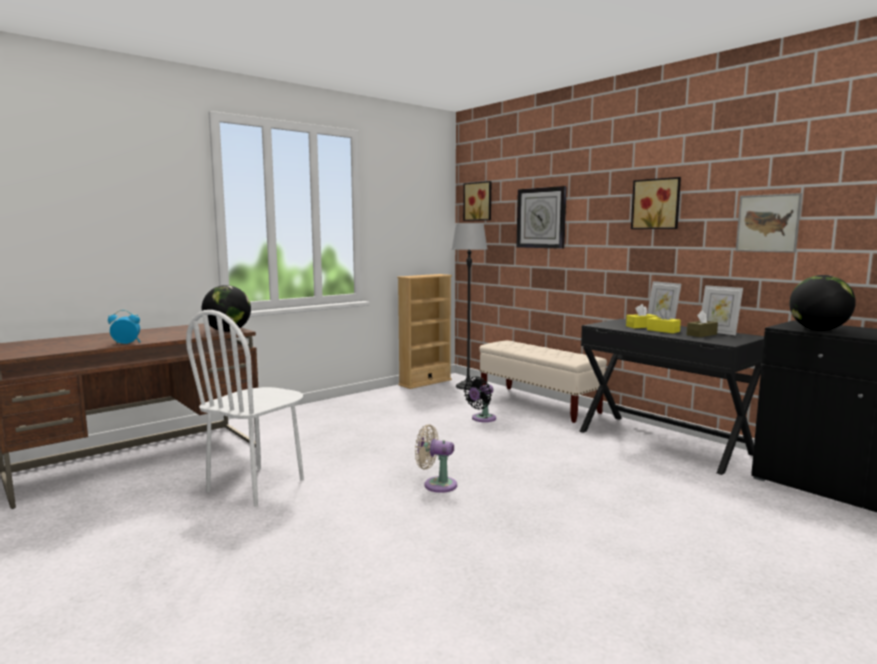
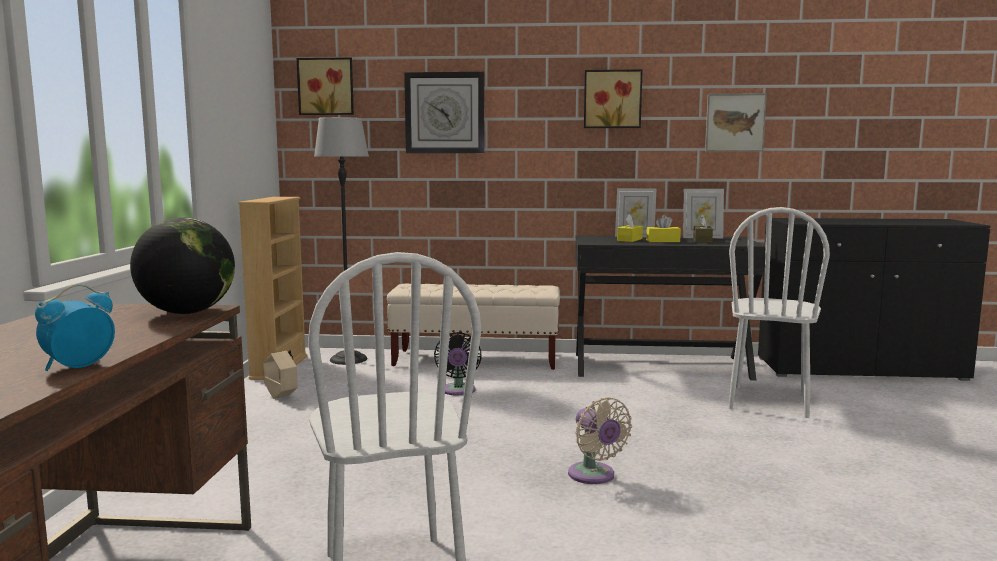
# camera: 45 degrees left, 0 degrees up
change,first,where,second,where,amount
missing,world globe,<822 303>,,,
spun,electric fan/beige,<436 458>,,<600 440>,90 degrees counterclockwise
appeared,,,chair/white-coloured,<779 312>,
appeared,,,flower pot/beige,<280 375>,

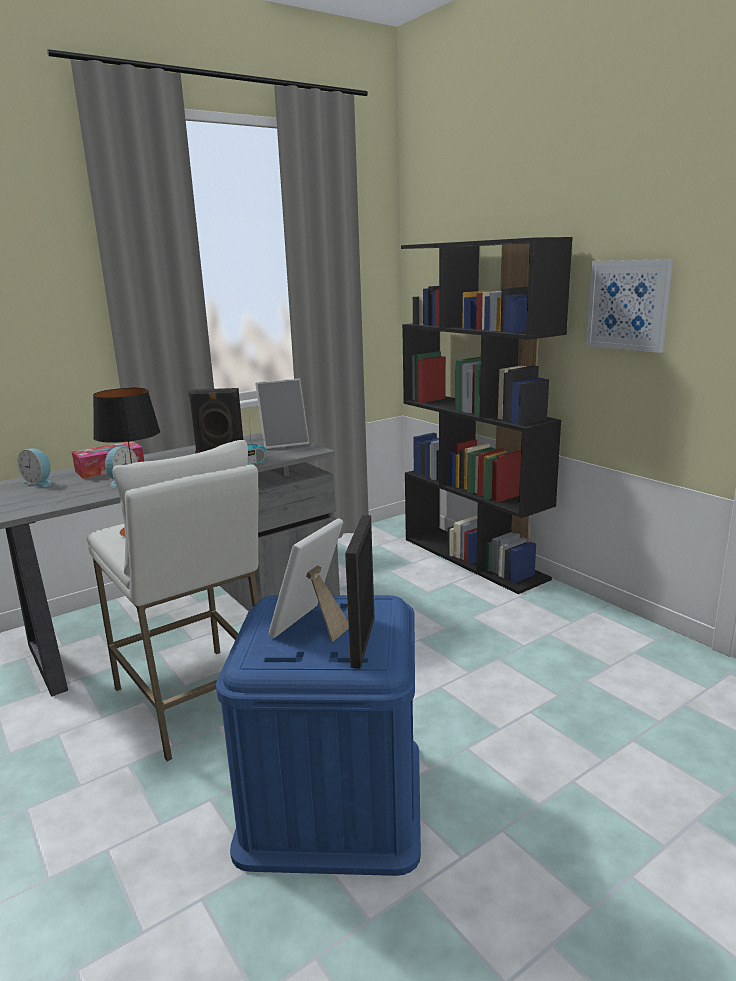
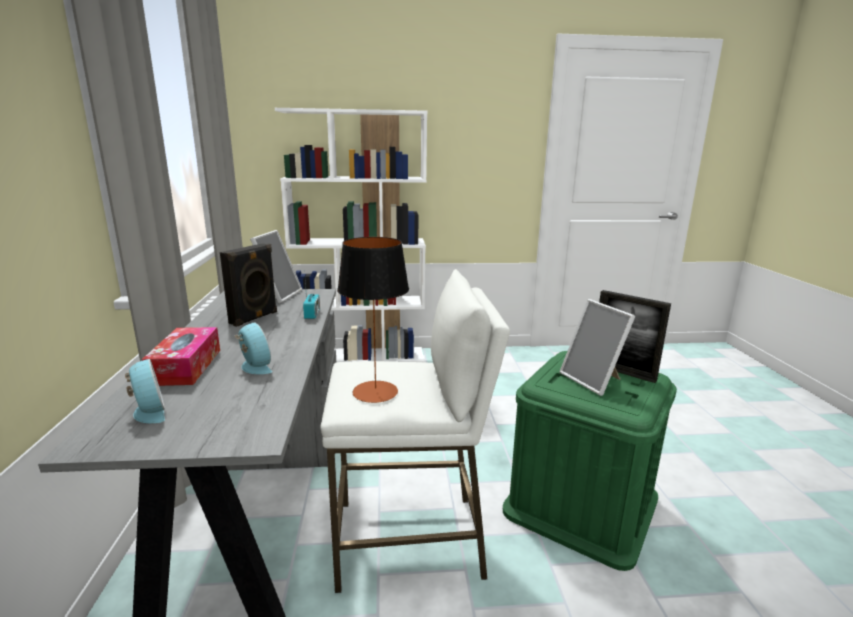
# camera: 60 degrees left, 0 degrees up
change,first,where,second,where,amount
colour,shelving unit/blackish,<487 415>,shelving unit/white-coloured,<351 235>,
missing,wall picture,<629 306>,,,
spun,table clock,<34 468>,,<145 391>,90 degrees counterclockwise
colour,storage box/blue-coloured,<318 735>,storage box/green-coloured,<590 461>,

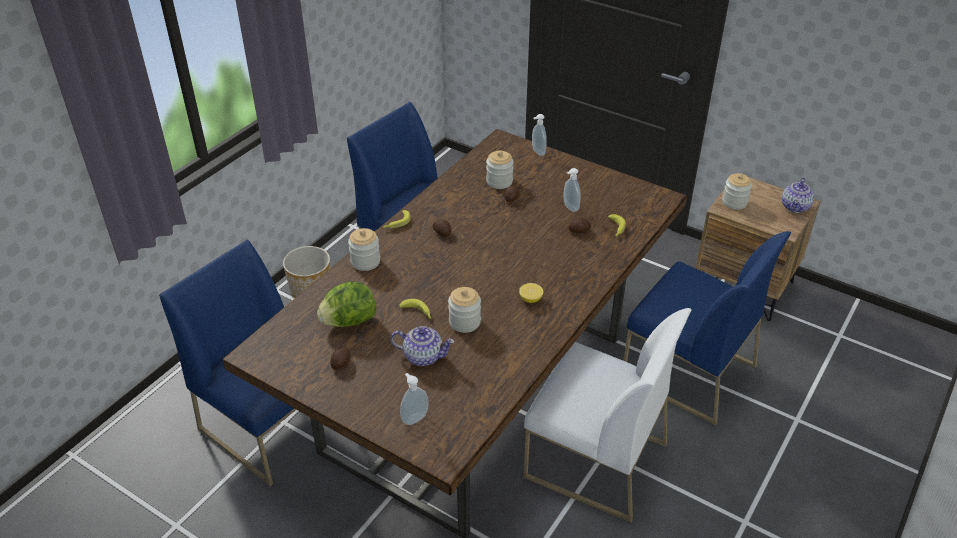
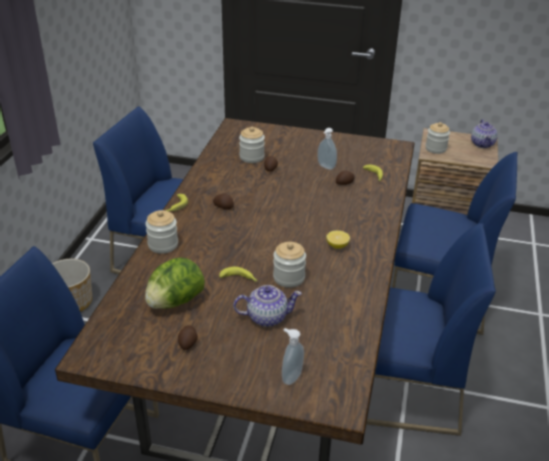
# camera: 20 degrees left, 5 degrees down
change,first,where,second,where,amount
missing,soap bottle,<539 135>,,,
colour,chair/white-coloured,<607 415>,chair/blue-coloured,<431 329>,

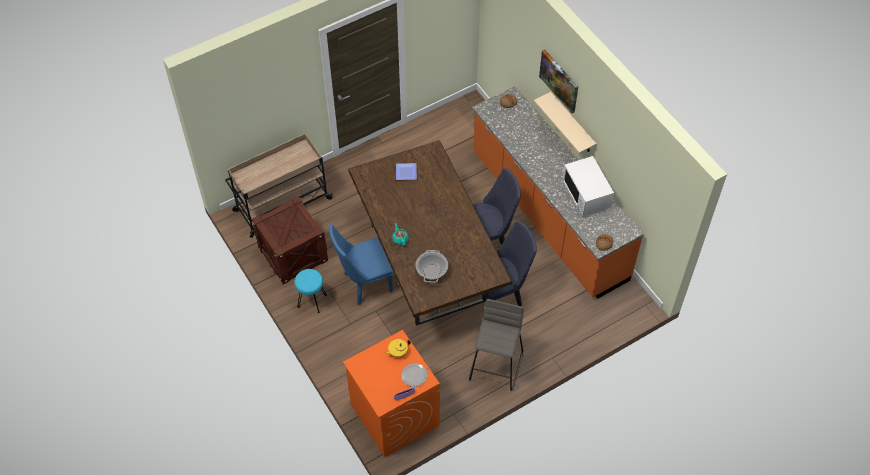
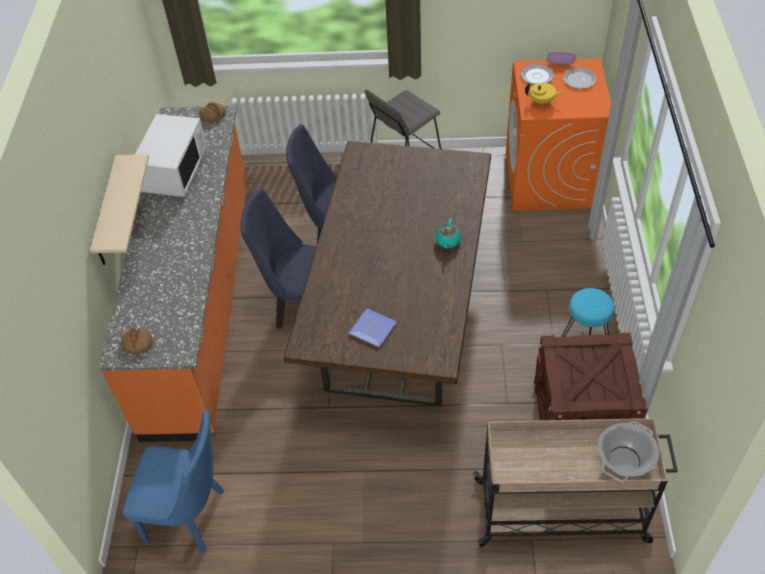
# camera: 145 degrees left, 5 degrees down
change,first,where,second,where,amount
missing,wall picture,<558 81>,,,
relocated,chair/blue-coloured,<361 264>,,<173 481>,
relocated,cooking pot,<431 266>,,<628 451>,
appeared,,,flat dish,<580 78>,

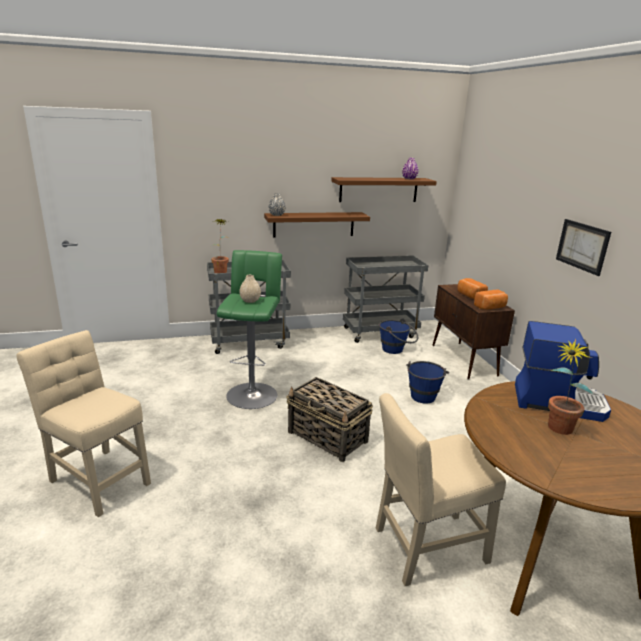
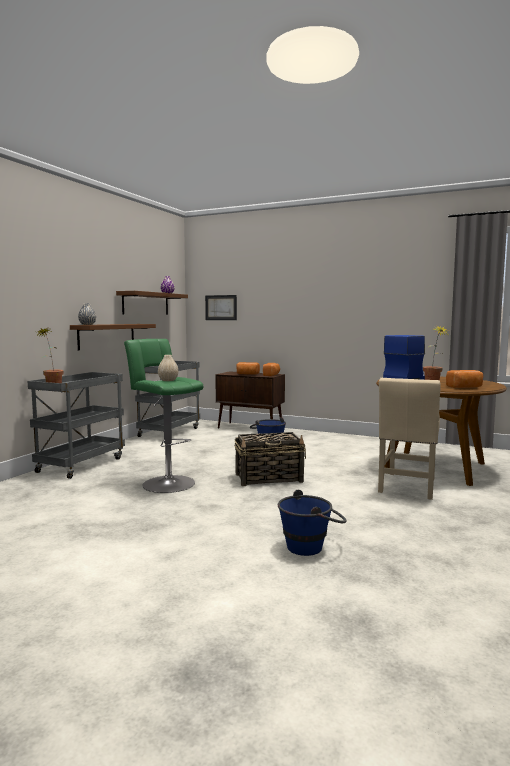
# camera: 50 degrees left, 15 degrees down
change,first,where,second,where,amount
relocated,wall picture,<583 247>,,<221 307>,
relocated,water bucket/blue-coloured,<398 336>,,<312 523>,
missing,chair/beige,<84 423>,,,
appeared,,,bread,<464 379>,

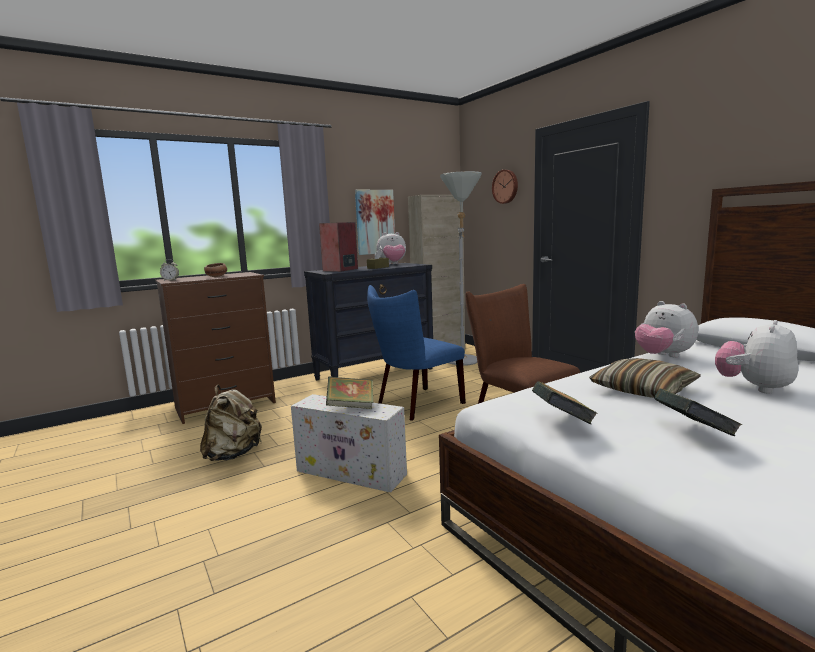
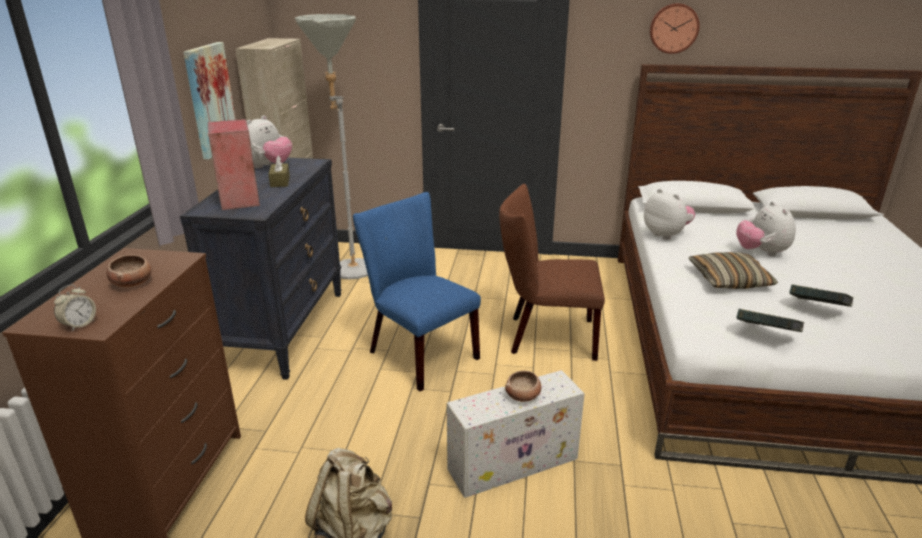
# camera: 50 degrees left, 15 degrees up
change,first,where,second,where,amount
relocated,hanging clock,<505 187>,,<675 28>,
spun,chair/blue-coloured,<416 352>,,<417 292>,135 degrees clockwise
spun,soft toy,<666 329>,,<669 214>,135 degrees counterclockwise
exchanged,volume,<349 392>,serving bowl,<523 386>,

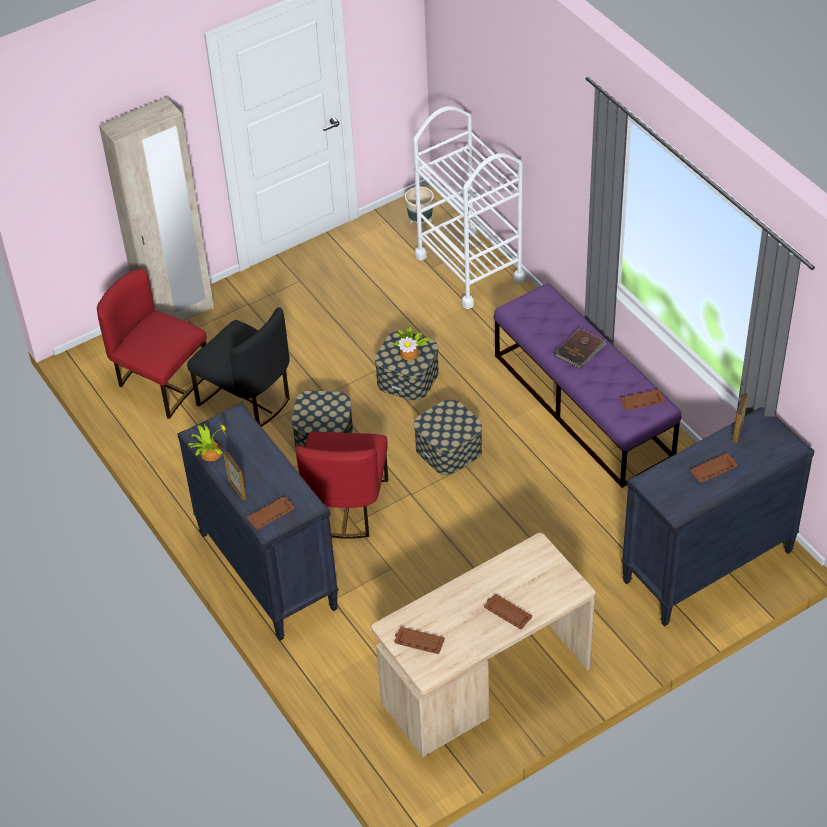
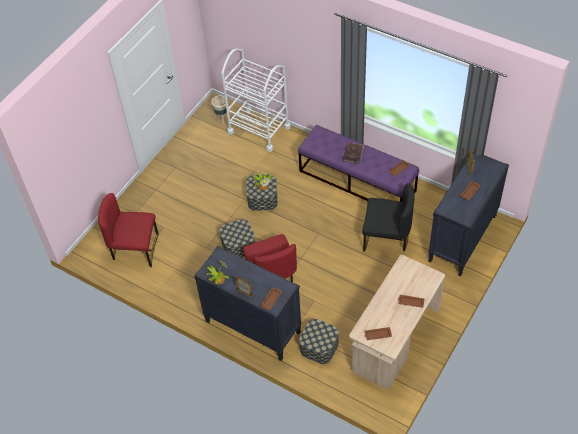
# camera: 25 degrees left, 5 degrees up
change,first,where,second,where,amount
missing,clothes cupboard/beige,<156 209>,,,
relocated,chair/blackish,<238 367>,,<388 217>,
relocated,storage box,<448 437>,,<319 341>,

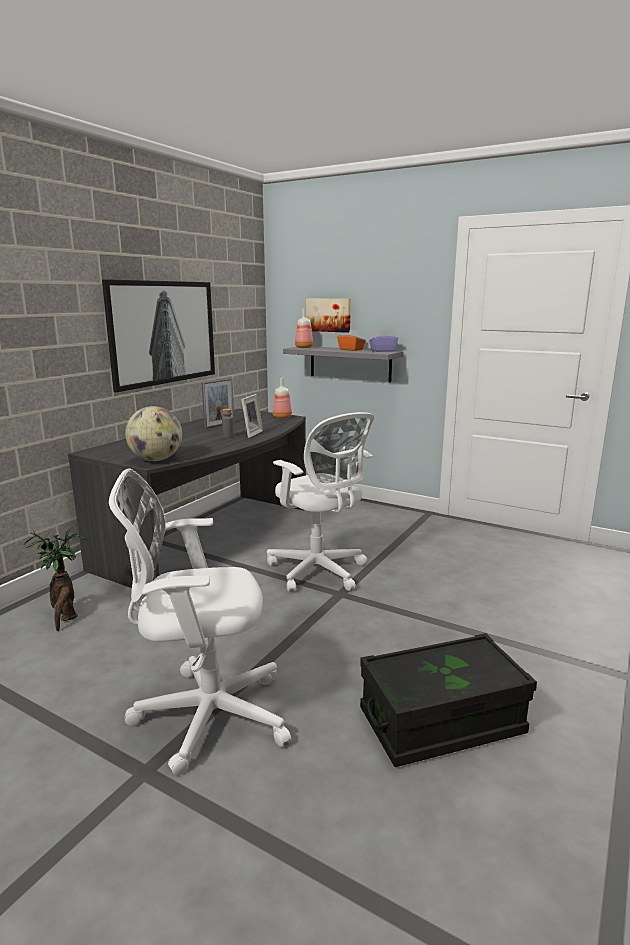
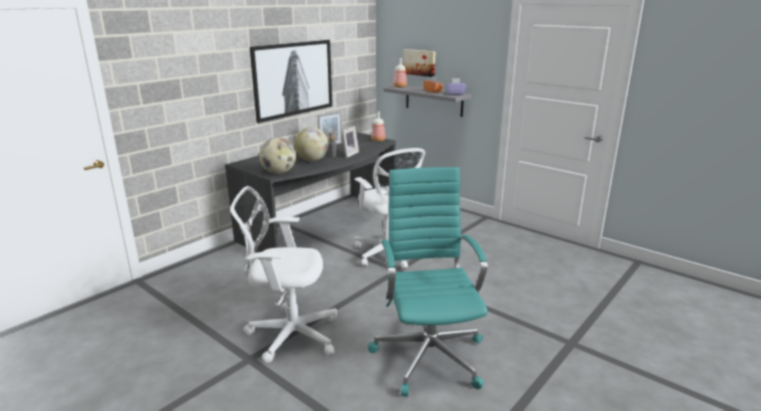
# camera: 10 degrees right, 5 degrees up
change,first,where,second,where,amount
missing,plant in a pot,<55 580>,,,
exchanged,storage box/blackish,<448 700>,office chair/turquoise,<428 282>,
appeared,,,world globe,<311 144>,

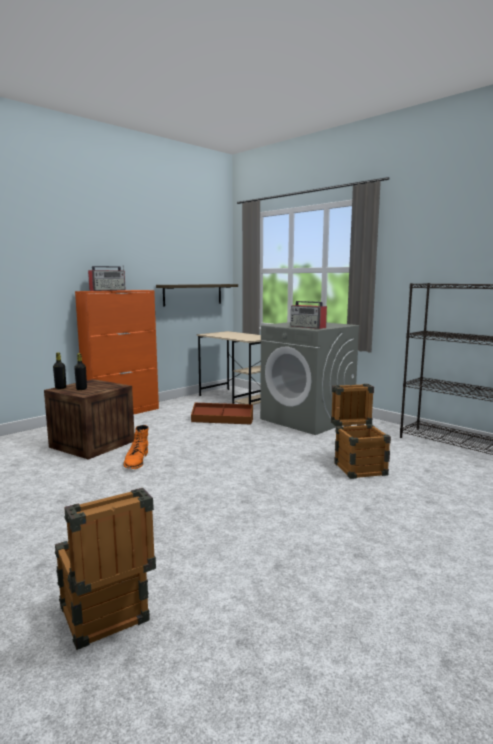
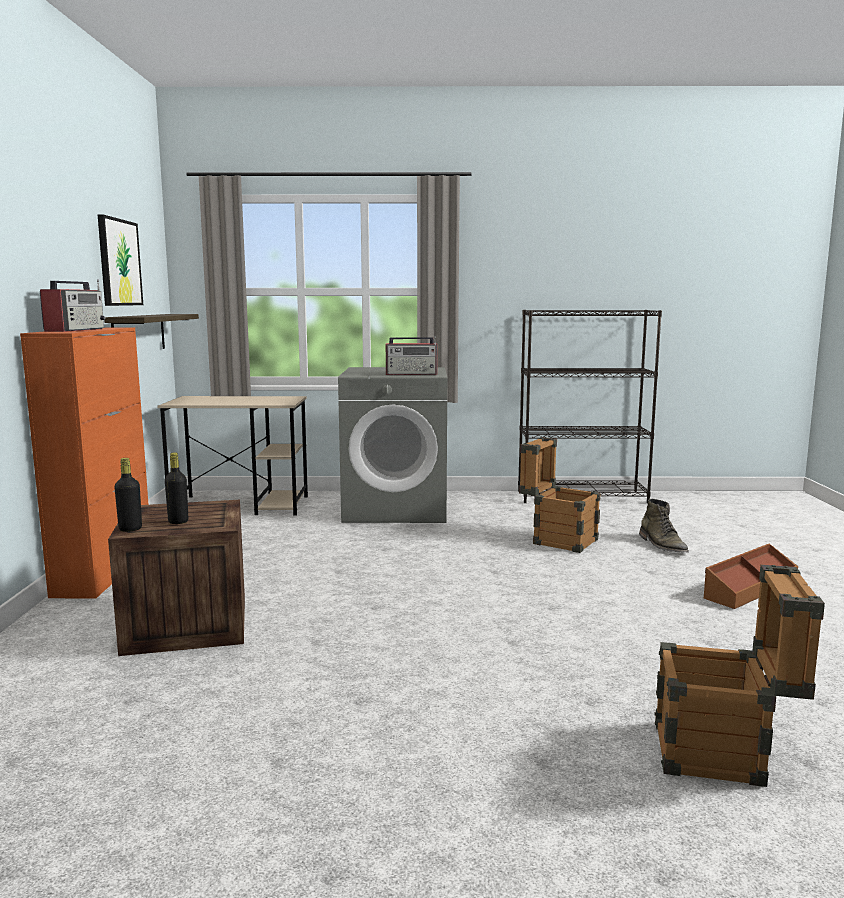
# camera: 45 degrees left, 0 degrees up
change,first,where,second,where,amount
relocated,storage box/brown-coloured,<222 414>,,<751 576>,
missing,boot/orangey,<136 447>,,,
appeared,,,wall picture,<120 260>,
appeared,,,boot/green-coloured,<664 526>,

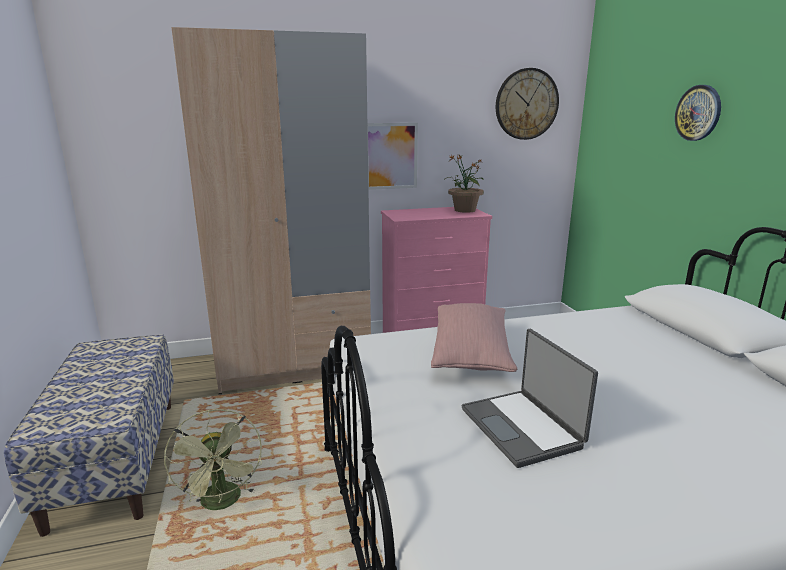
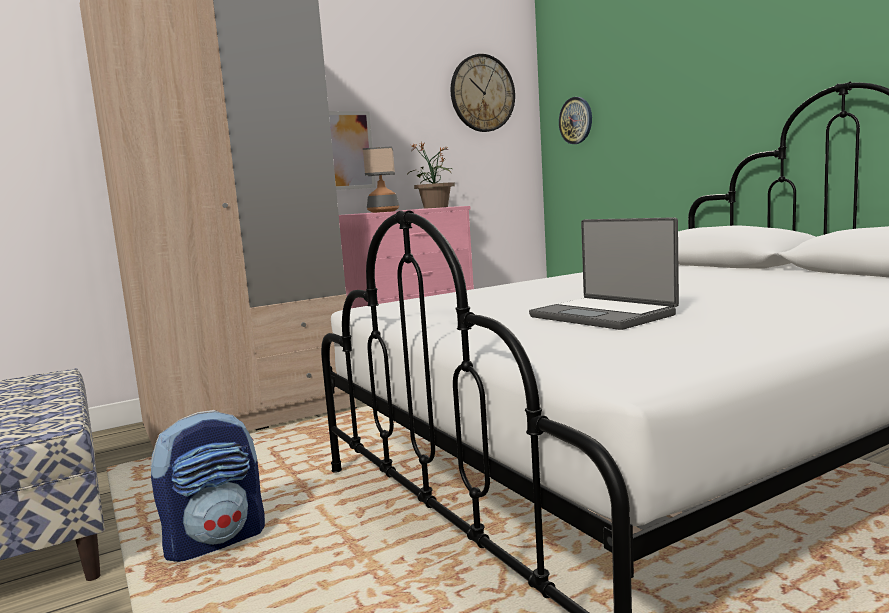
# camera: 15 degrees left, 10 degrees down
change,first,where,second,where,amount
relocated,hanging clock,<698 113>,,<575 120>,
missing,pillow/pink,<474 337>,,,
exchanged,electric fan/green-coloured,<213 459>,rucksack,<207 486>,
appeared,,,tabletop lamp,<381 179>,

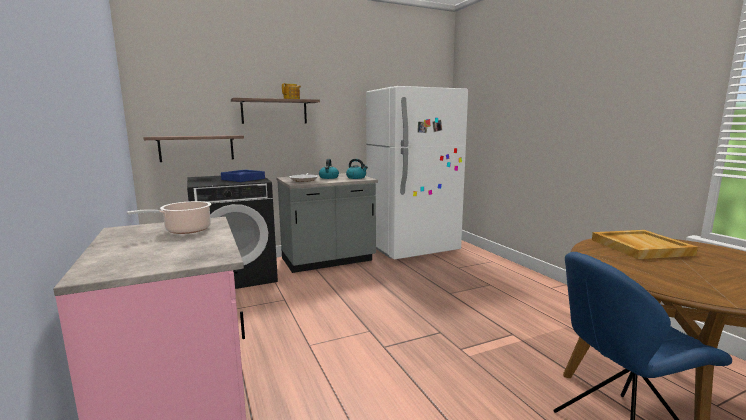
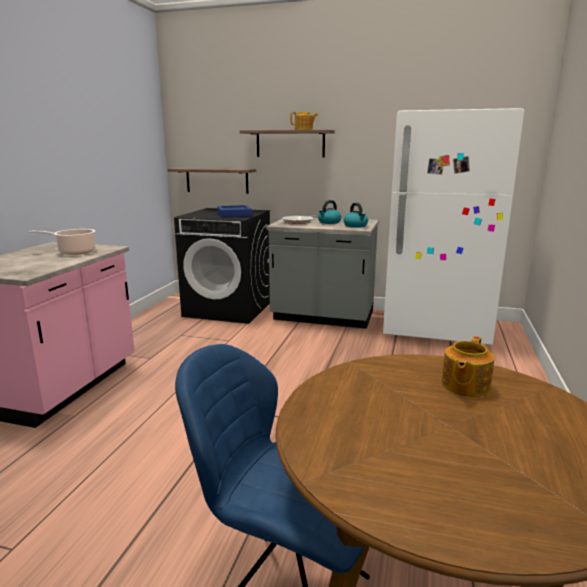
# camera: 40 degrees right, 5 degrees up
change,first,where,second,where,amount
exchanged,carrying tray/beige,<645 244>,tea pot,<468 366>,

